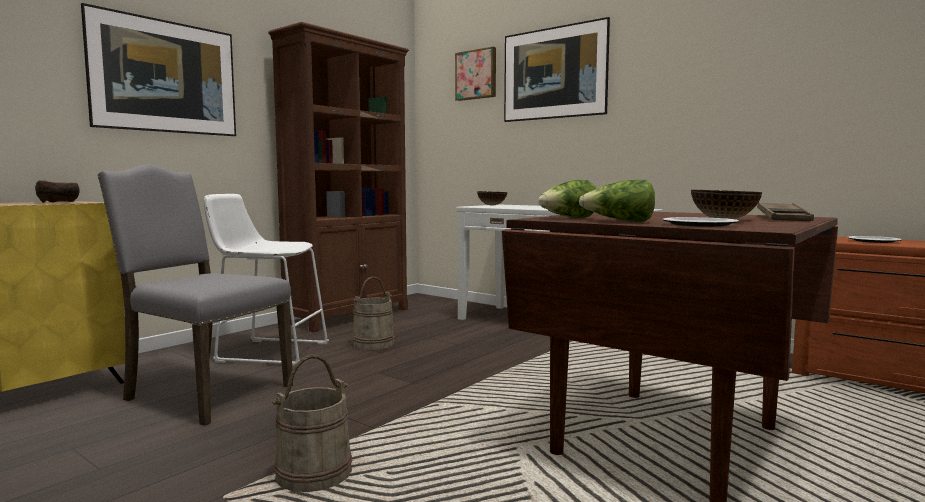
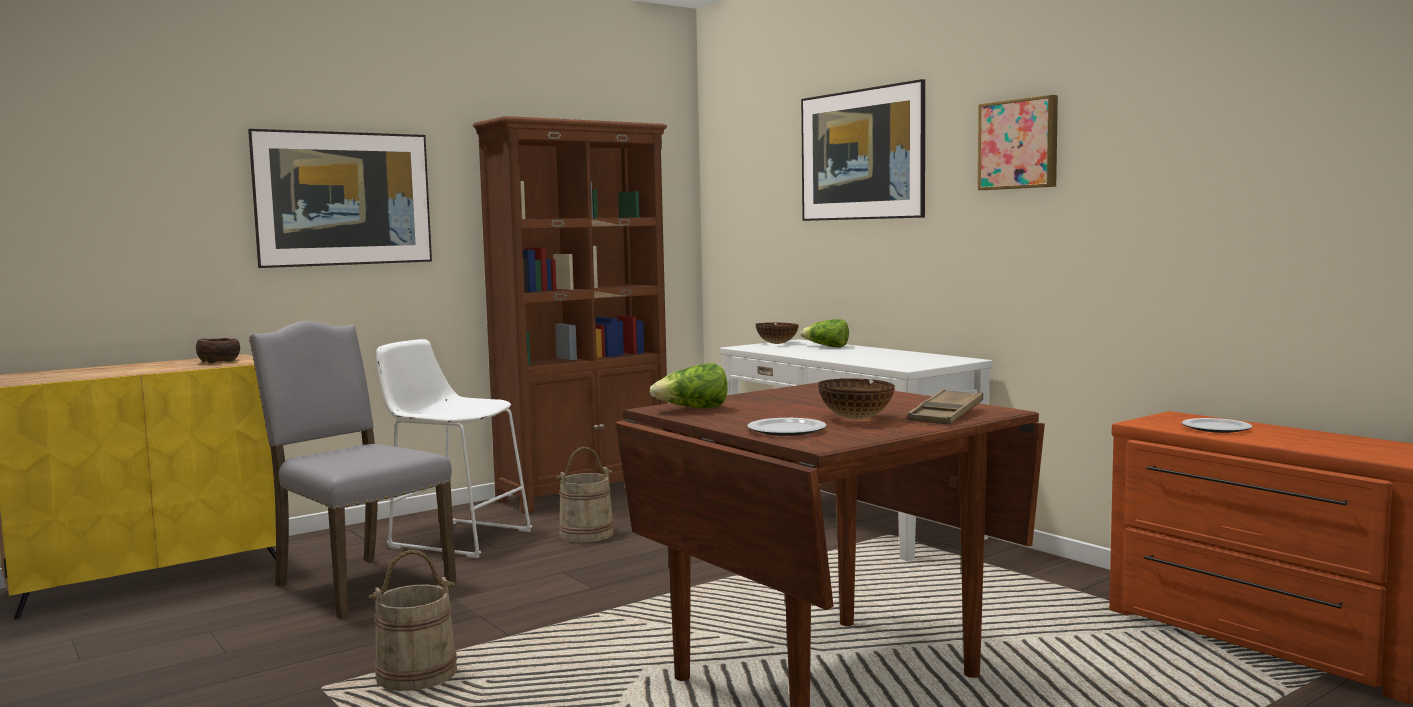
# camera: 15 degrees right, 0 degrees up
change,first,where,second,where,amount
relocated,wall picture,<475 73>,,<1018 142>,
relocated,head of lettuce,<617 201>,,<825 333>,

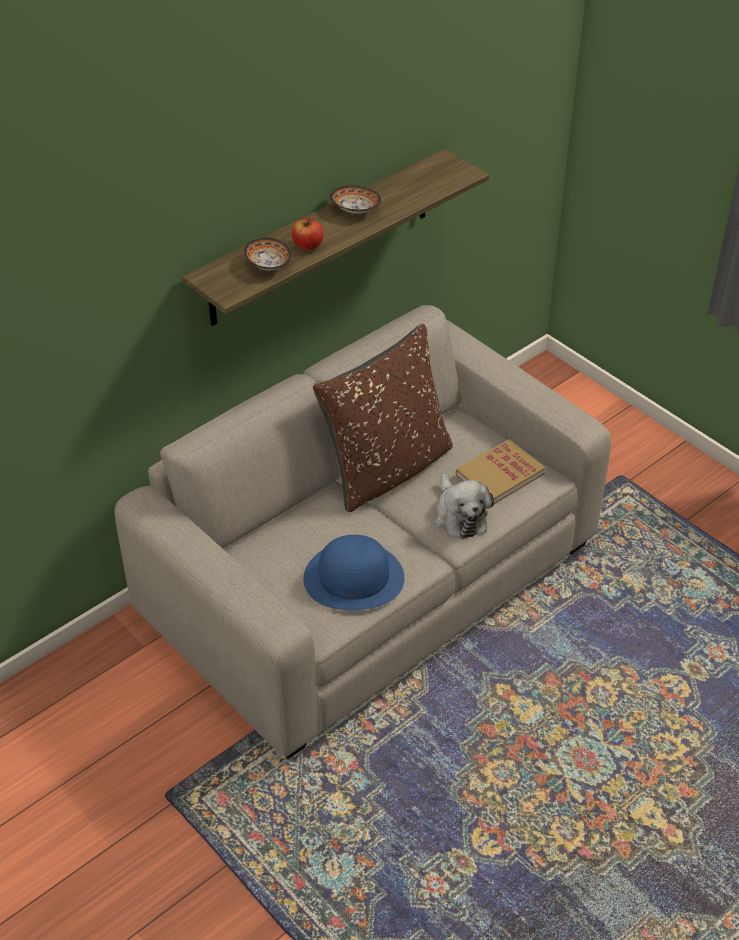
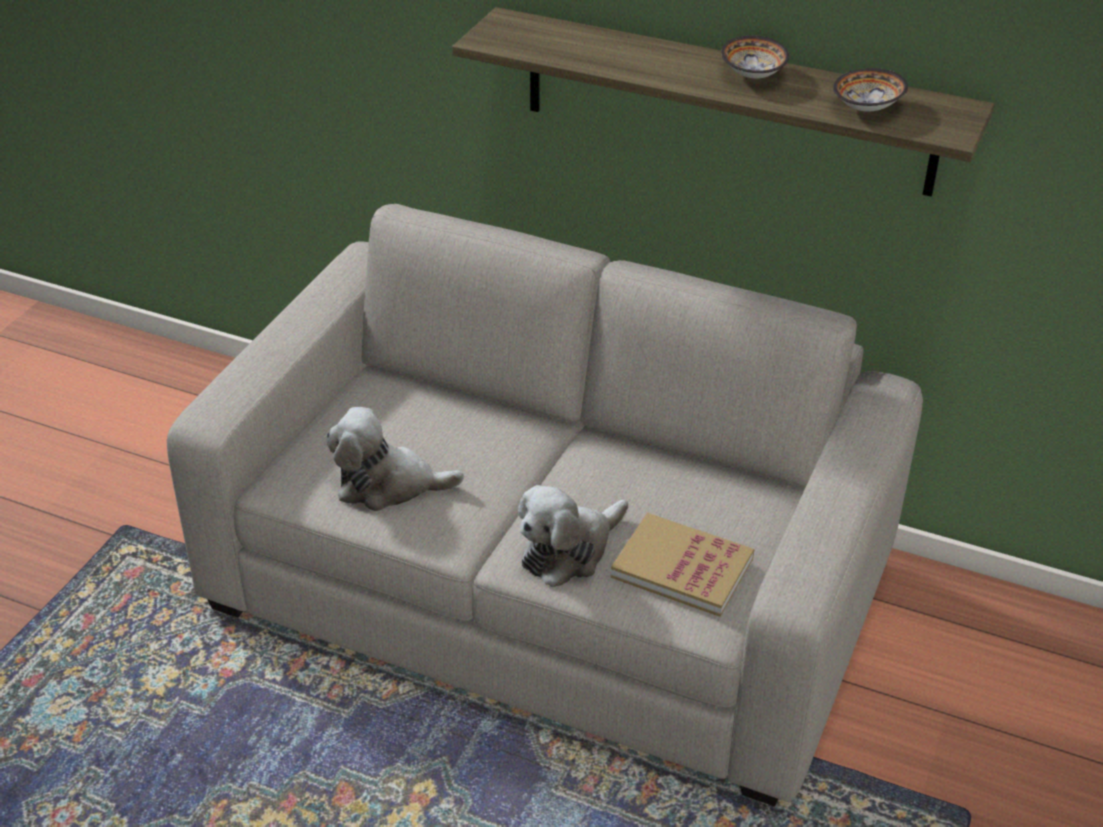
# camera: 65 degrees right, 5 degrees down
change,first,where,second,where,amount
missing,apple fruit,<307 234>,,,
relocated,serving bowl,<267 254>,,<870 89>,
missing,pillow/brown-coloured,<383 418>,,,
exchanged,hat/blue-coloured,<354 572>,soft toy,<395 459>,

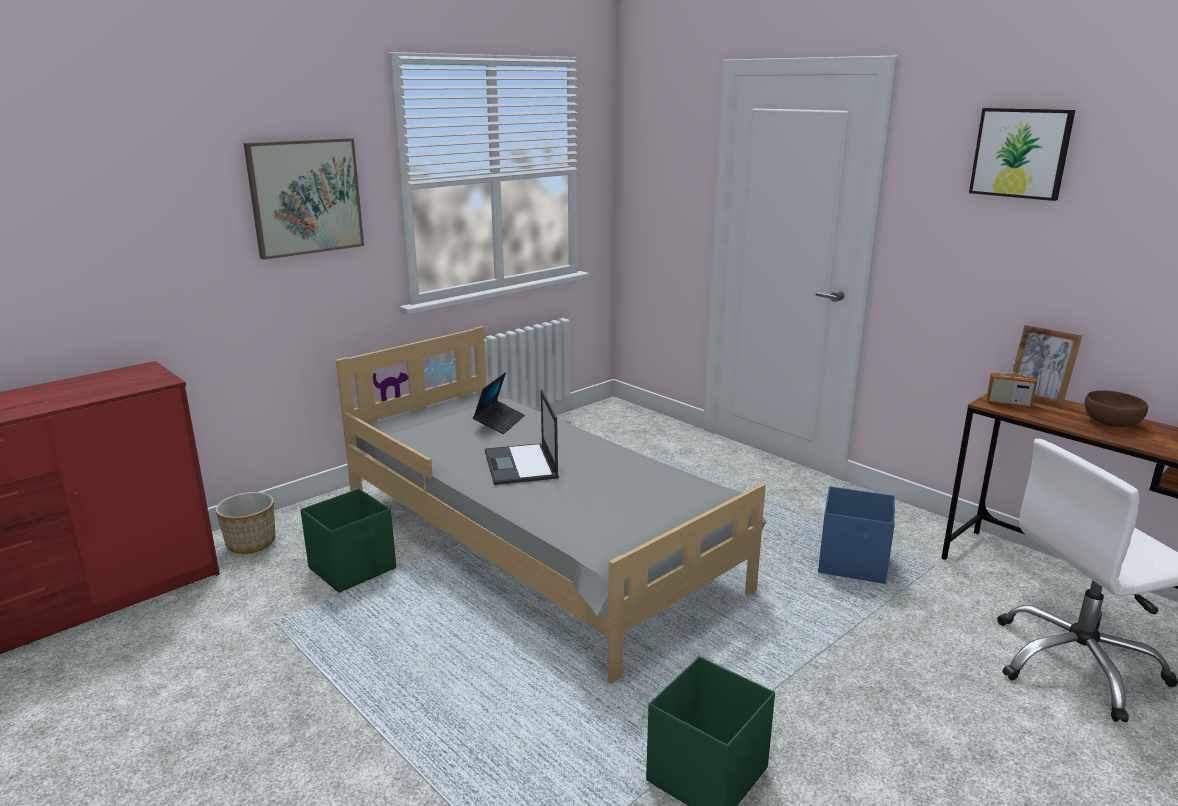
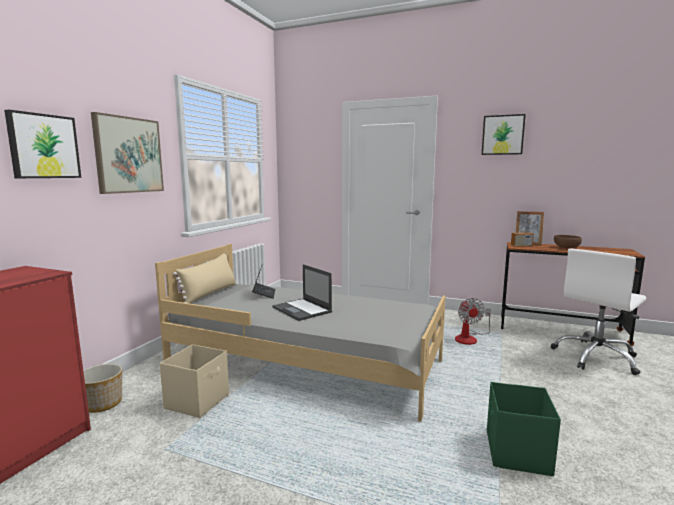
# camera: 25 degrees left, 10 degrees down
change,first,where,second,where,amount
exchanged,storage box/blue-coloured,<856 535>,electric fan,<473 321>,
colour,storage box/green-coloured,<348 541>,storage box/beige,<194 381>,
appeared,,,wall picture,<42 144>,
appeared,,,pillow/beige,<204 278>,

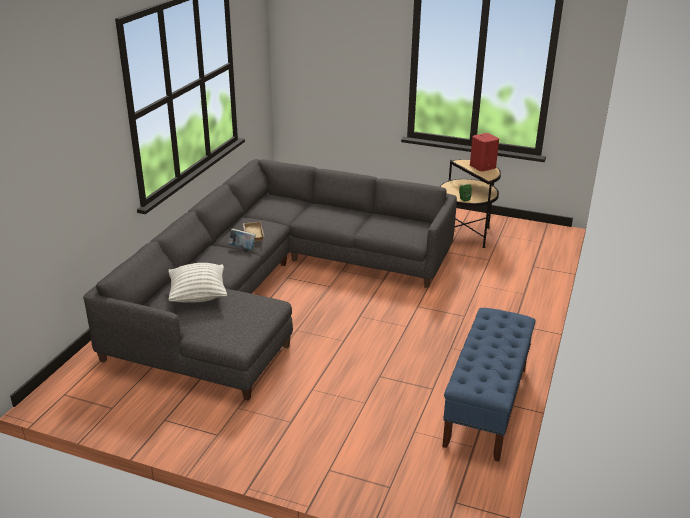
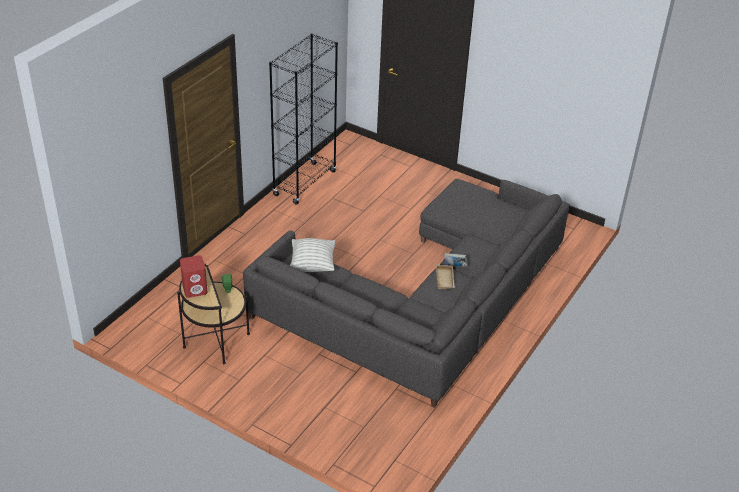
# camera: 170 degrees left, 10 degrees up
change,first,where,second,where,amount
relocated,pillow,<197 282>,,<312 255>,
exchanged,long seat/blue-coloured,<489 385>,shelving unit/blackish,<303 119>,

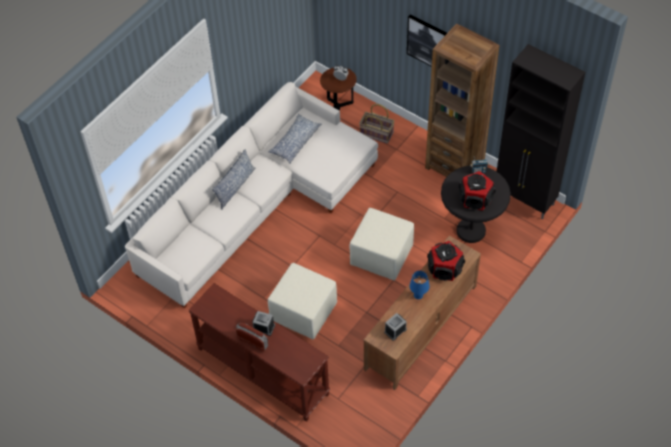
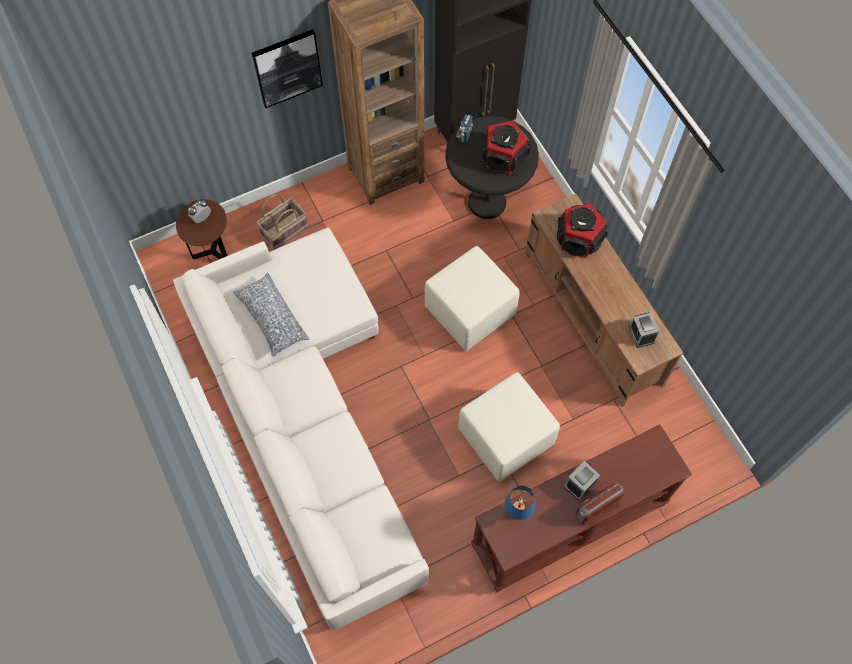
# camera: 65 degrees left, 10 degrees up
change,first,where,second,where,amount
missing,pillow,<233 179>,,,
relocated,tabletop lamp/blue-coloured,<420 285>,,<520 502>,

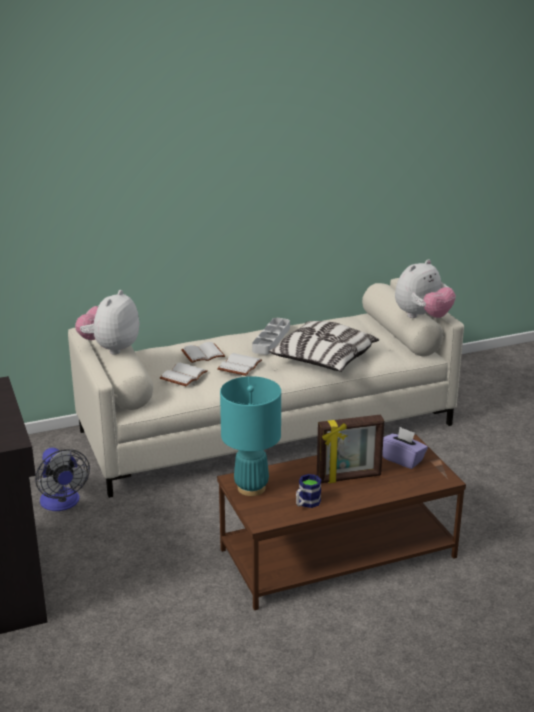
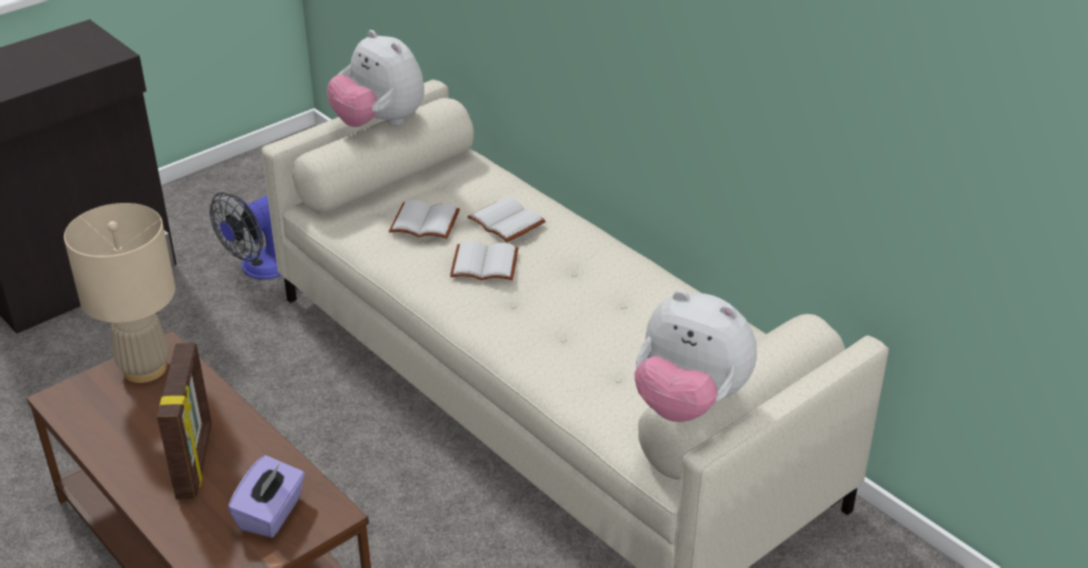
# camera: 70 degrees right, 10 degrees up
change,first,where,second,where,amount
spun,soft toy,<107 322>,,<375 78>,135 degrees counterclockwise
missing,carrying tray/gray,<271 336>,,,
missing,pillow,<323 346>,,,
colour,tabletop lamp/turquoise,<250 436>,tabletop lamp/beige,<119 293>,
spun,standing frame,<350 449>,,<184 421>,150 degrees counterclockwise
missing,coffee mug,<309 491>,,,

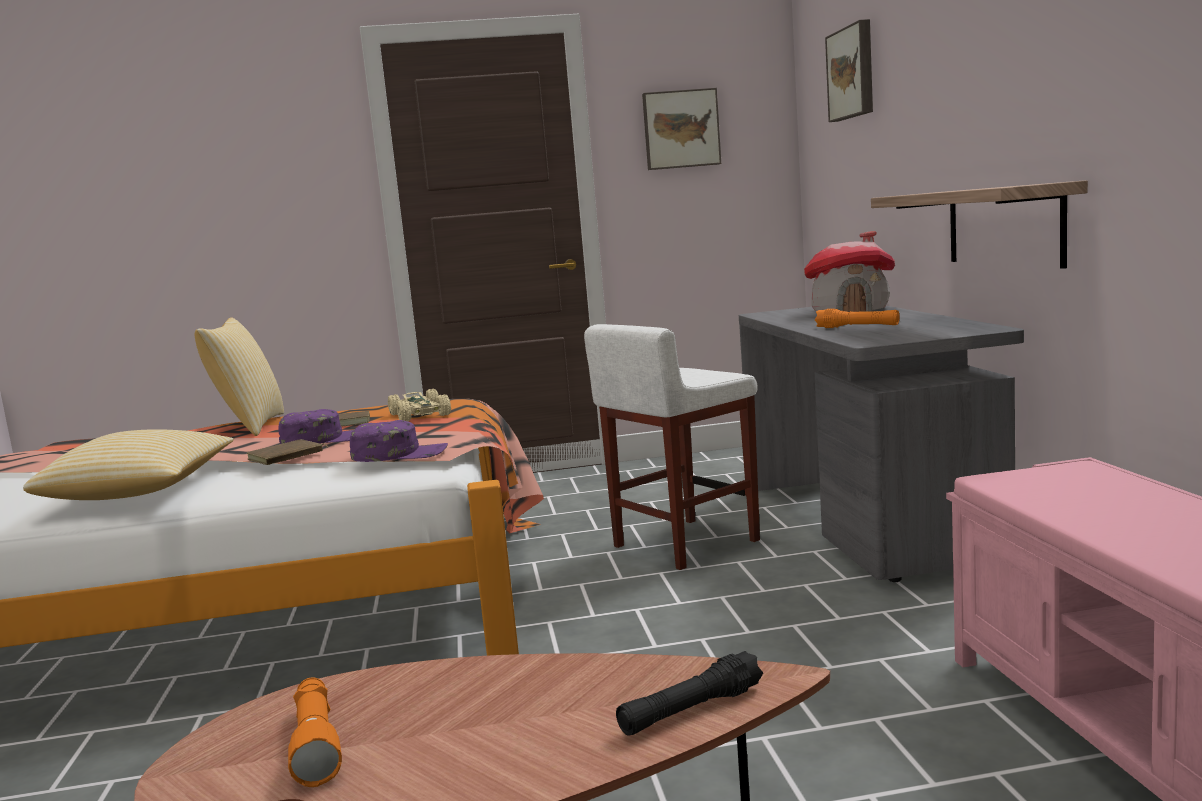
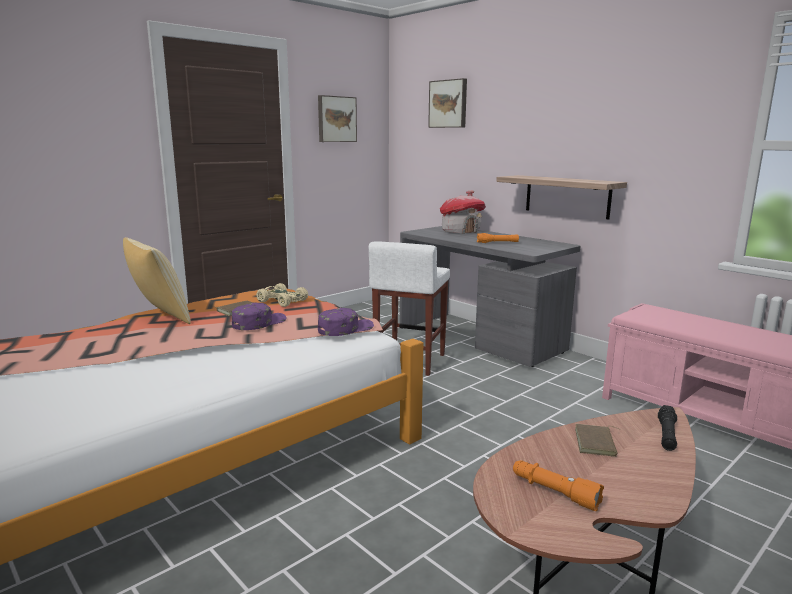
# camera: 35 degrees left, 5 degrees up
change,first,where,second,where,amount
missing,pillow,<128 464>,,,
relocated,volume/brown-coloured,<287 452>,,<596 440>,

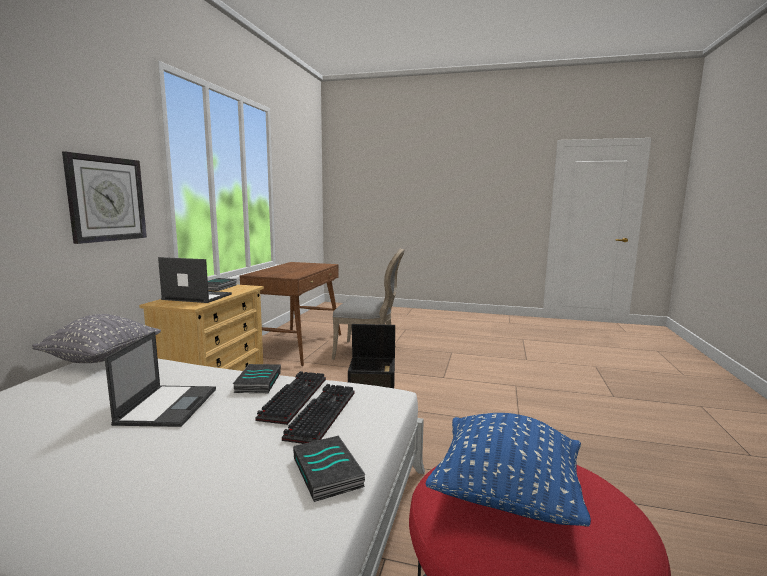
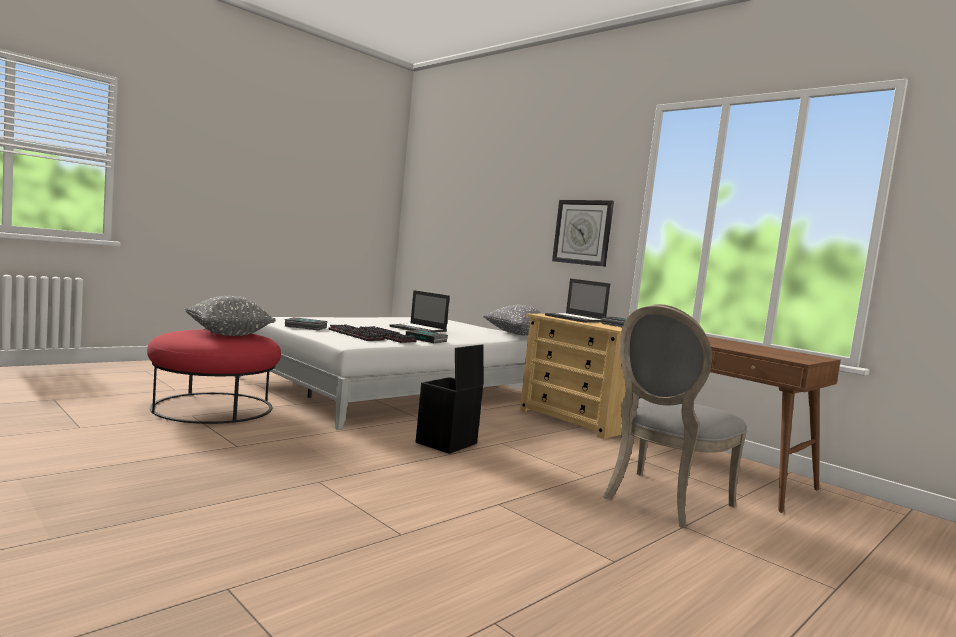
# camera: 120 degrees right, 5 degrees down
change,first,where,second,where,amount
spun,portable computer,<195 280>,,<577 301>,90 degrees clockwise
colour,pillow/blue-coloured,<508 470>,pillow/gray,<230 316>,

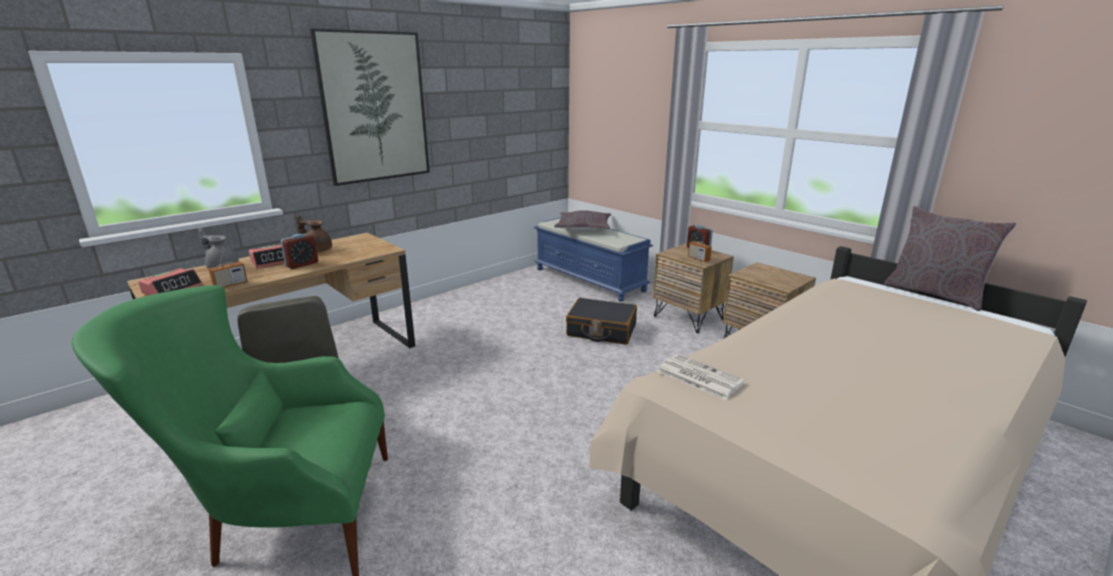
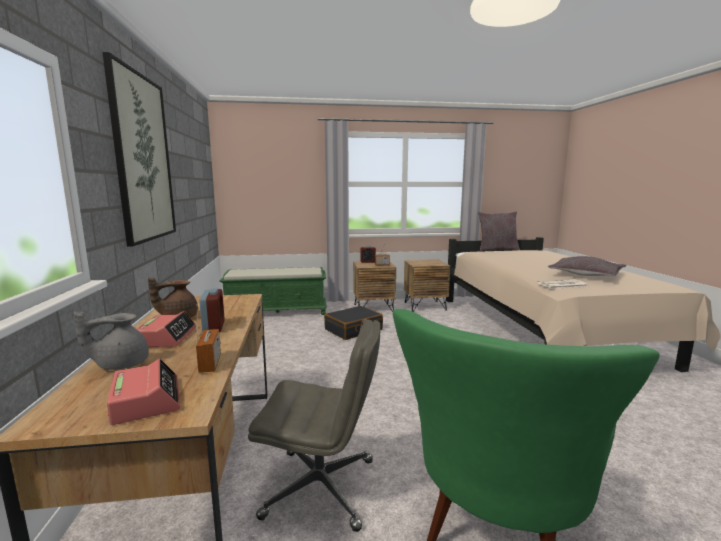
# camera: 55 degrees left, 10 degrees down
change,first,where,second,where,amount
relocated,pillow/gray,<582 220>,,<587 266>,
colour,long seat/blue-coloured,<593 259>,long seat/green-coloured,<273 291>,

